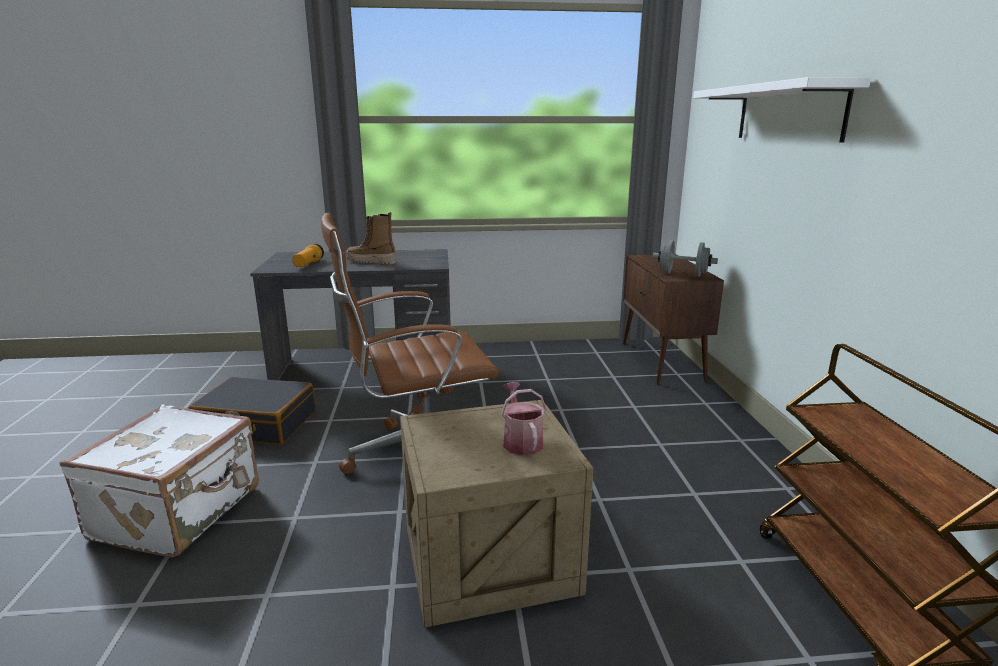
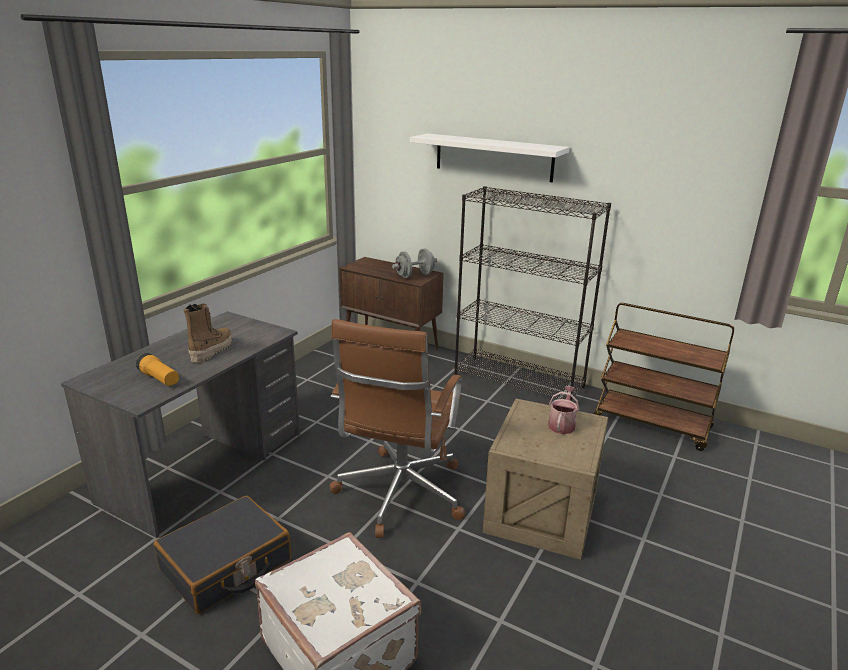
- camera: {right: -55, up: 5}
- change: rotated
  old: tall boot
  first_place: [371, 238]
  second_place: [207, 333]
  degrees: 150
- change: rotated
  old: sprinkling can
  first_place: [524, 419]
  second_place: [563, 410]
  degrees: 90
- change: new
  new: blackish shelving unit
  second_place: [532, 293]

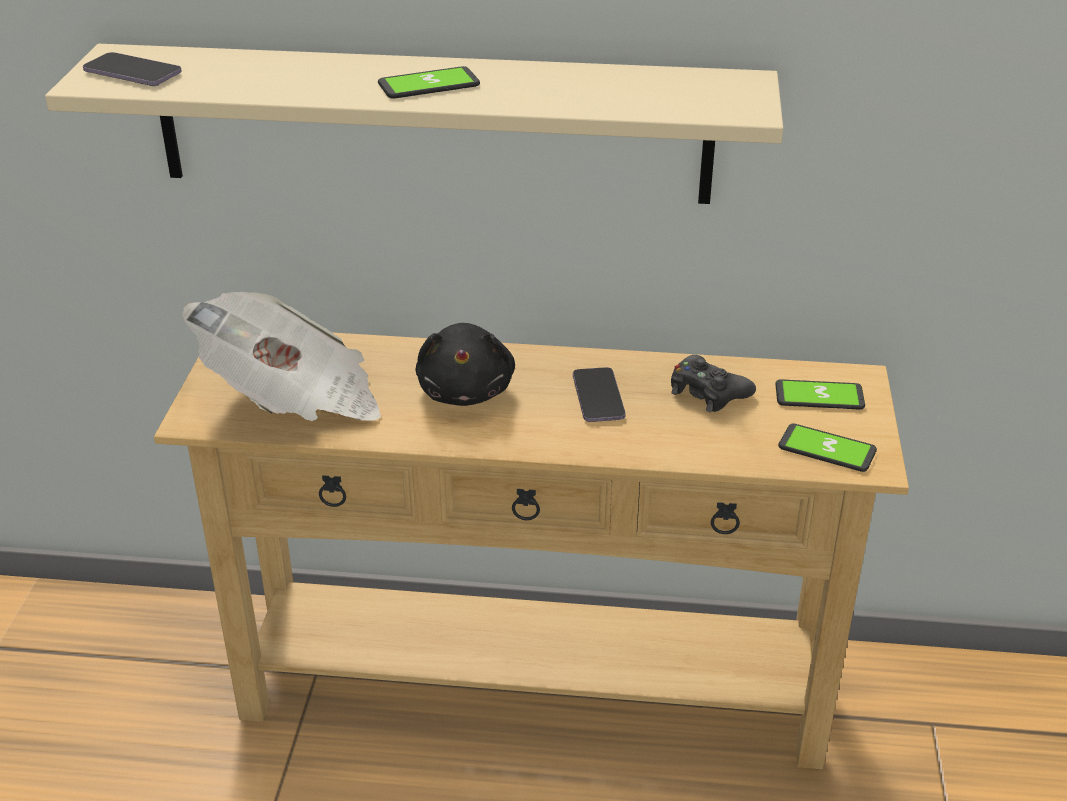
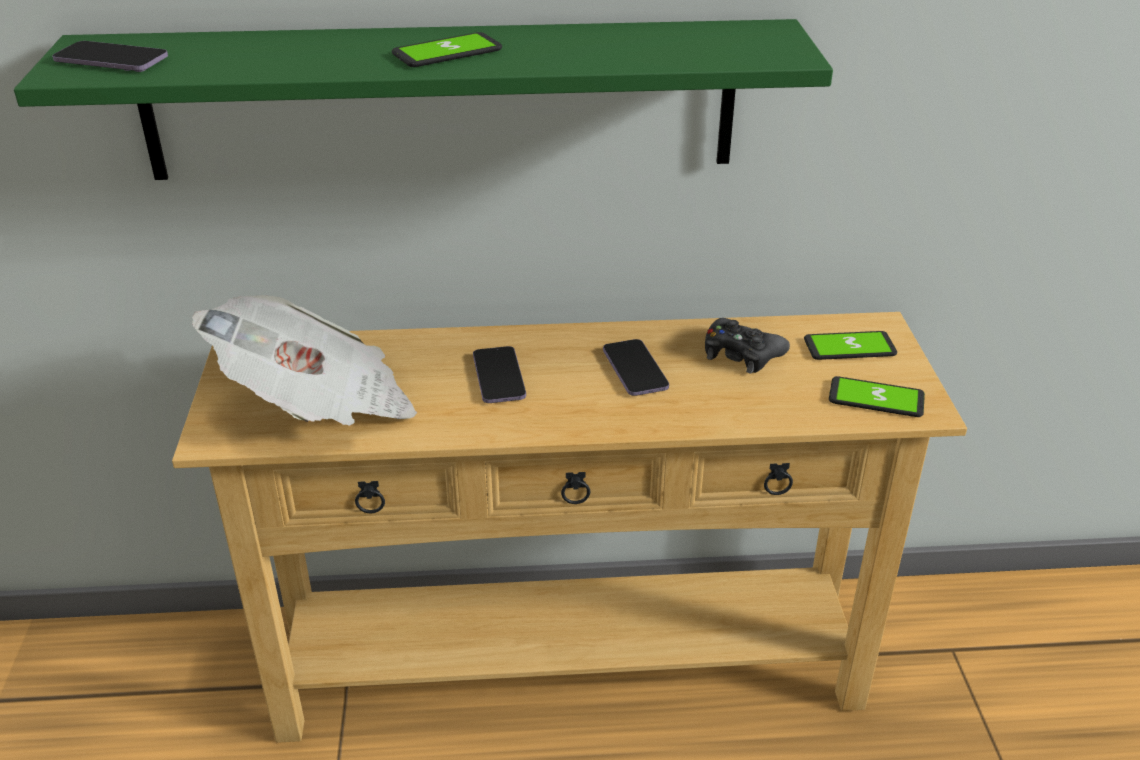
- camera: {right: -10, up: 0}
- change: repainted
  old: sand-coloured bracket shelf
  new: green bracket shelf
  first_place: [414, 124]
  second_place: [423, 99]
- change: swapped
  old: blackish plush toy
  new: handset
  first_place: [465, 364]
  second_place: [499, 374]

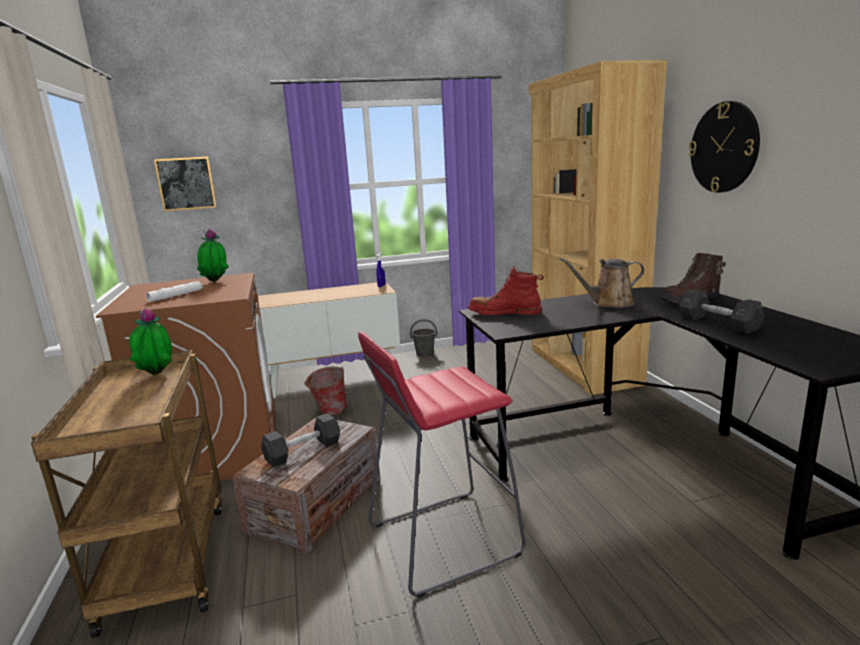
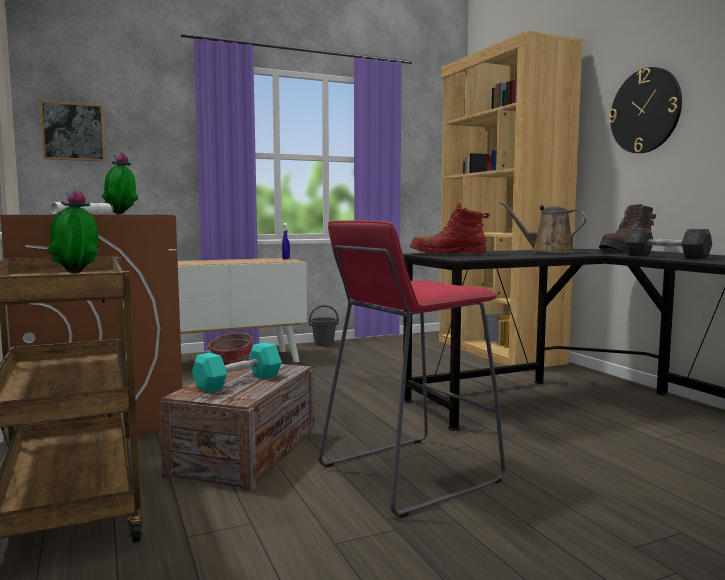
- camera: {right: -10, up: -10}
- change: repainted
  old: greyish hand weight
  new: turquoise hand weight
  first_place: [300, 440]
  second_place: [237, 367]
- change: rotated
  old: brown-coloured sprinkling can
  first_place: [602, 283]
  second_place: [543, 227]
  degrees: 45

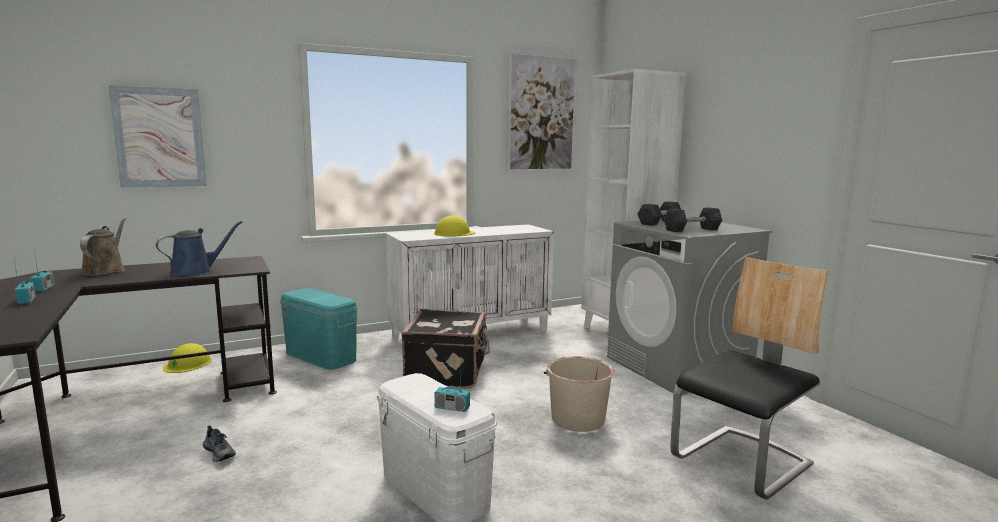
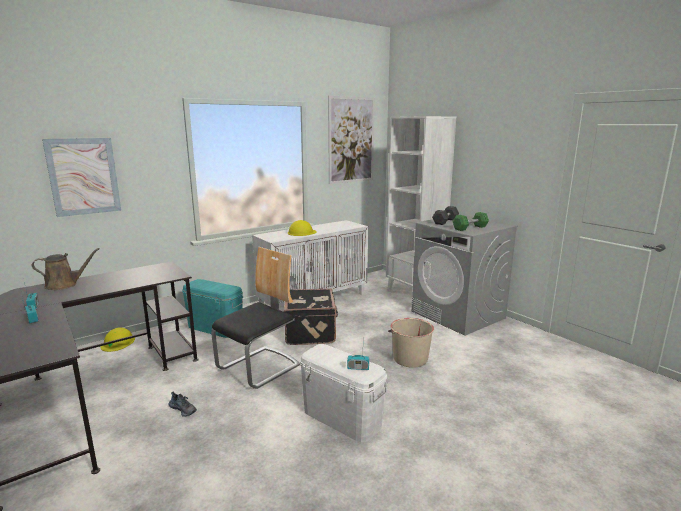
- camera: {right: -10, up: 5}
- change: rotated
  old: brown-coloured sprinkling can
  first_place: [103, 246]
  second_place: [66, 269]
  degrees: 90
- change: gone
  old: bluish sprinkling can
  first_place: [199, 248]
- change: repainted
  old: greyish hand weight
  new: green hand weight
  first_place: [693, 219]
  second_place: [471, 221]
- change: shifted
  old: chair
  first_place: [749, 378]
  second_place: [255, 318]

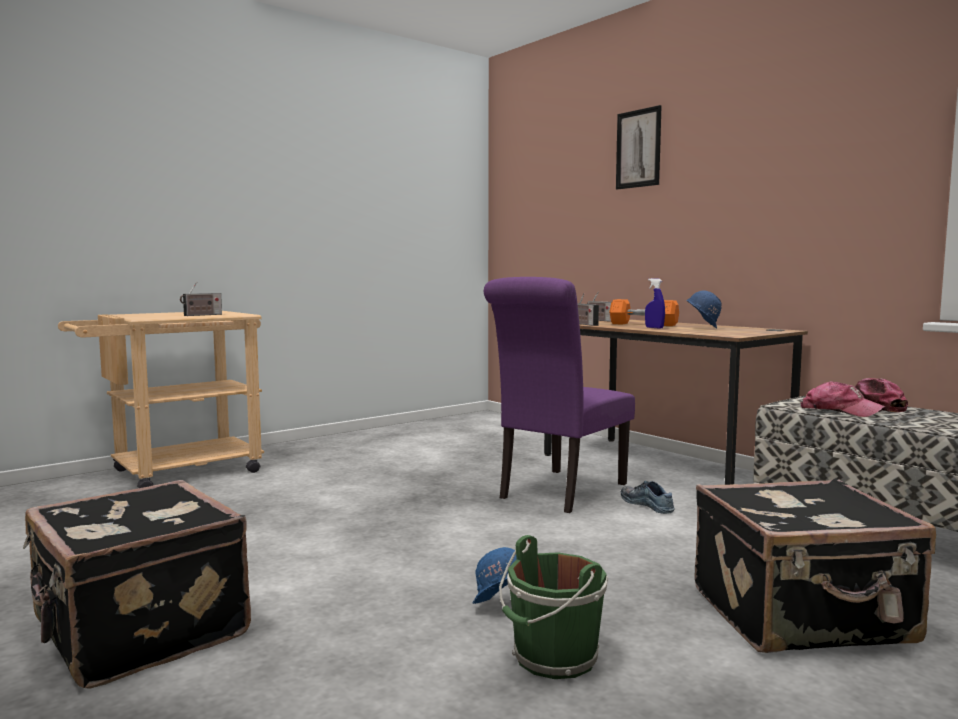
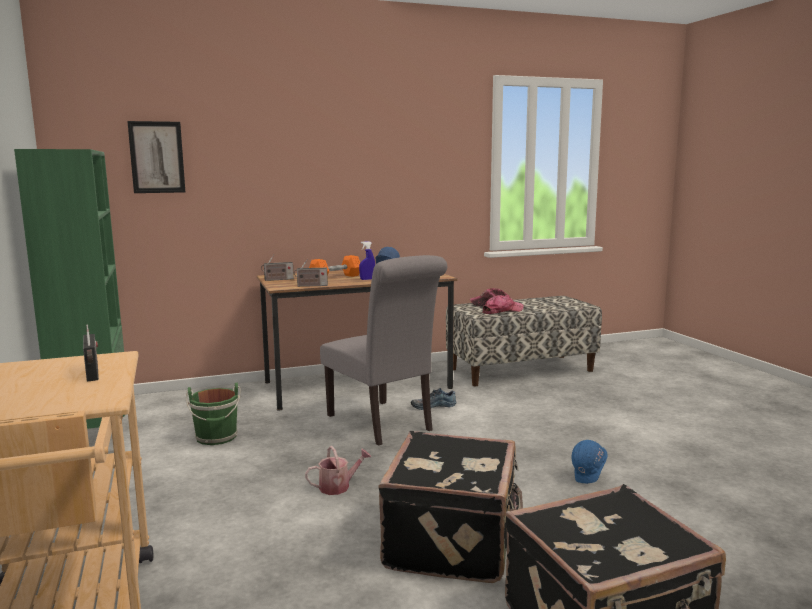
- camera: {right: -70, up: 5}
- change: repainted
  old: purple chair
  new: greyish chair
  first_place: [559, 395]
  second_place: [383, 350]
- change: shifted
  old: green bucket
  first_place: [553, 607]
  second_place: [213, 414]
- change: shifted
  old: picture
  first_place: [639, 147]
  second_place: [156, 157]
- change: shifted
  old: blackish suitcase
  first_place: [815, 565]
  second_place: [450, 507]
- change: new
  new: green shelving unit
  second_place: [69, 289]
- change: new
  new: sprinkling can
  second_place: [338, 470]

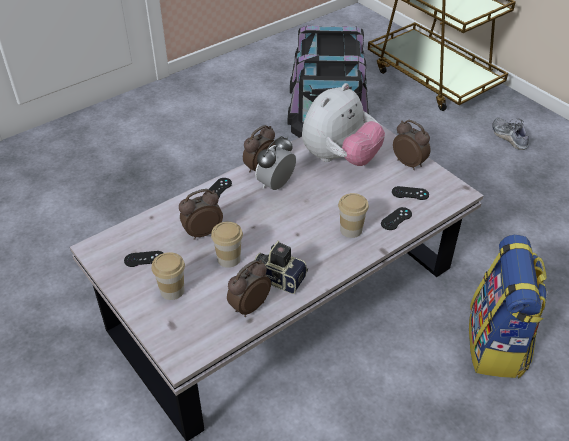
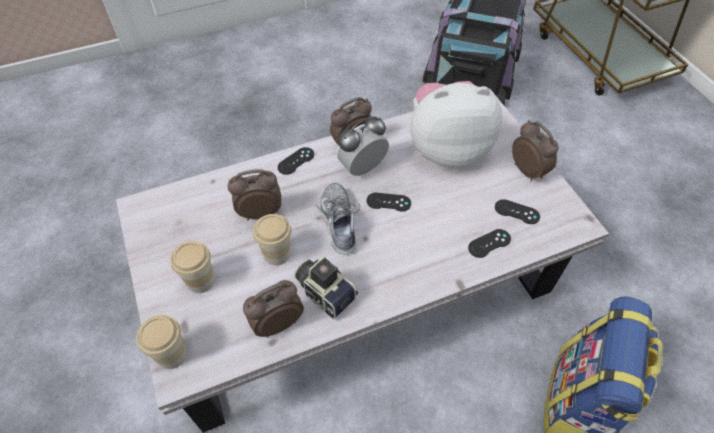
- camera: {right: 15, up: 10}
- change: shifted
  old: blackish gamepad
  first_place: [143, 259]
  second_place: [389, 202]
- change: rotated
  old: plush toy
  first_place: [343, 124]
  second_place: [457, 124]
  degrees: -150
- change: shifted
  old: drinking cup
  first_place: [353, 215]
  second_place: [161, 342]
- change: shifted
  old: low shoe
  first_place: [510, 134]
  second_place: [338, 219]

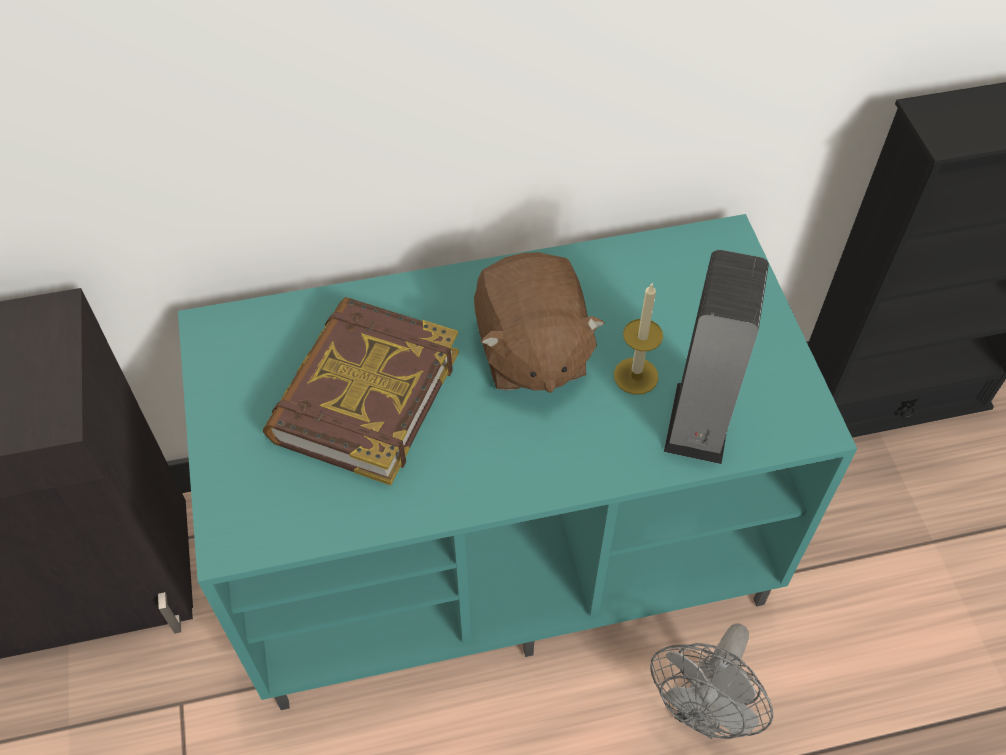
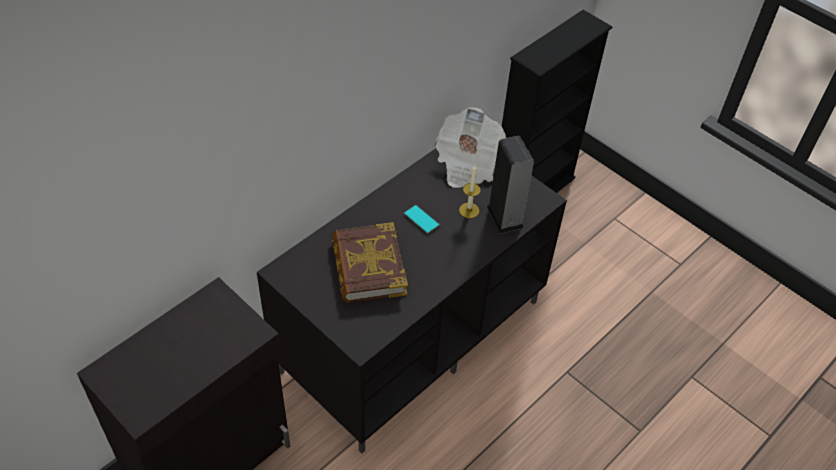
- camera: {right: -35, up: -5}
- change: repainted
  old: turquoise tv stand
  new: blackish tv stand
  first_place: [517, 462]
  second_place: [412, 300]
- change: swapped
  old: brown-coloured plush toy
  new: handset
  first_place: [539, 322]
  second_place: [422, 220]
- change: gone
  old: greyish cooling fan
  first_place: [711, 681]
- change: new
  new: printed paper
  second_place: [470, 147]

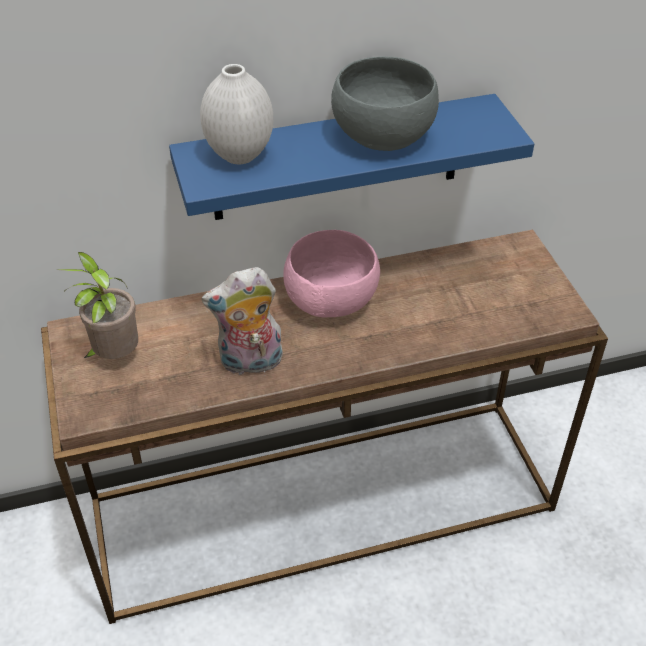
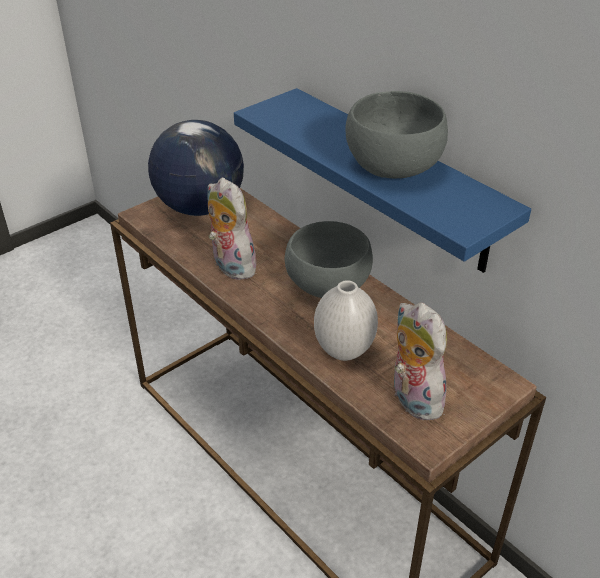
- camera: {right: 65, up: -5}
- change: swapped
  old: potted plant
  new: globe
  first_place: [97, 305]
  second_place: [196, 168]
- change: shifted
  old: white-coloured flower vase
  first_place: [236, 114]
  second_place: [346, 320]
- change: repainted
  old: pink-coloured serving bowl
  new: greyish serving bowl
  first_place: [331, 273]
  second_place: [329, 259]
- change: new
  new: plush toy
  second_place: [420, 361]

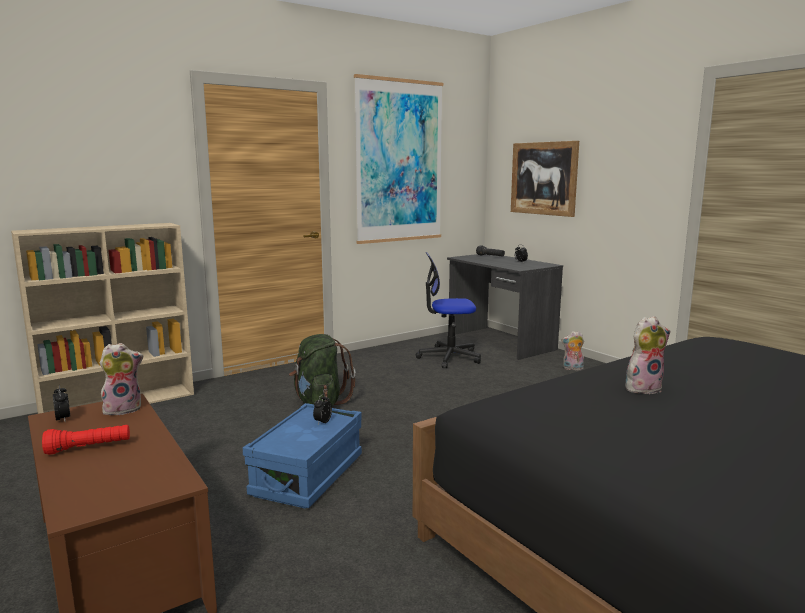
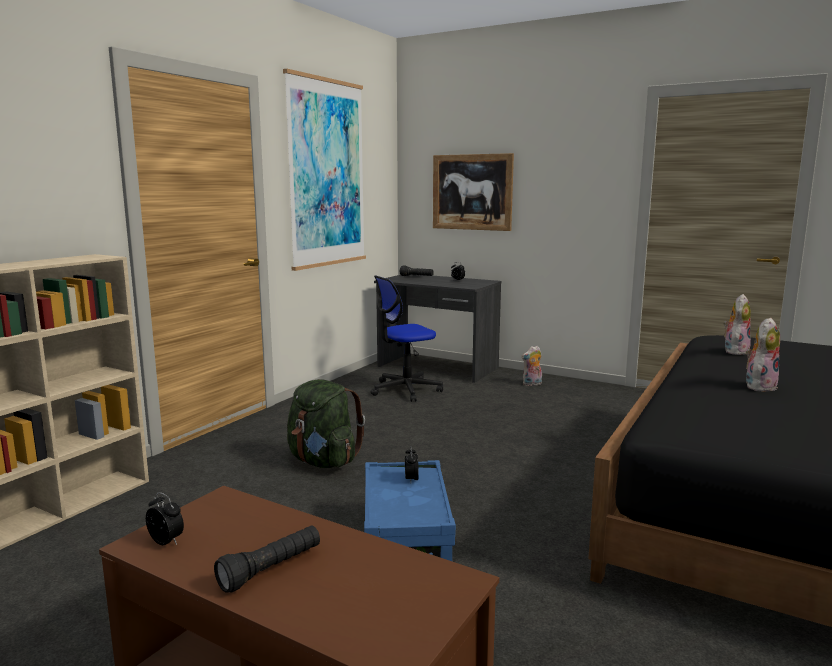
- camera: {right: -25, up: 0}
- change: repainted
  old: reddish flashlight
  new: blackish flashlight
  first_place: [86, 440]
  second_place: [267, 559]
- change: shifted
  old: plush toy
  first_place: [121, 380]
  second_place: [737, 324]

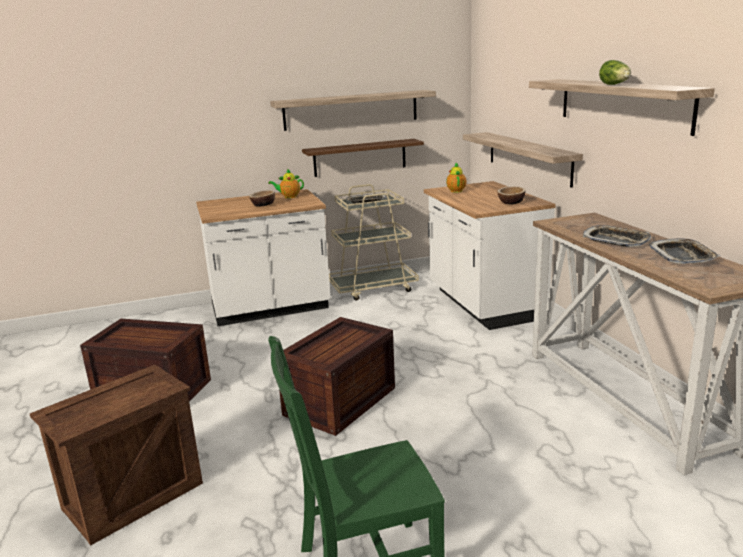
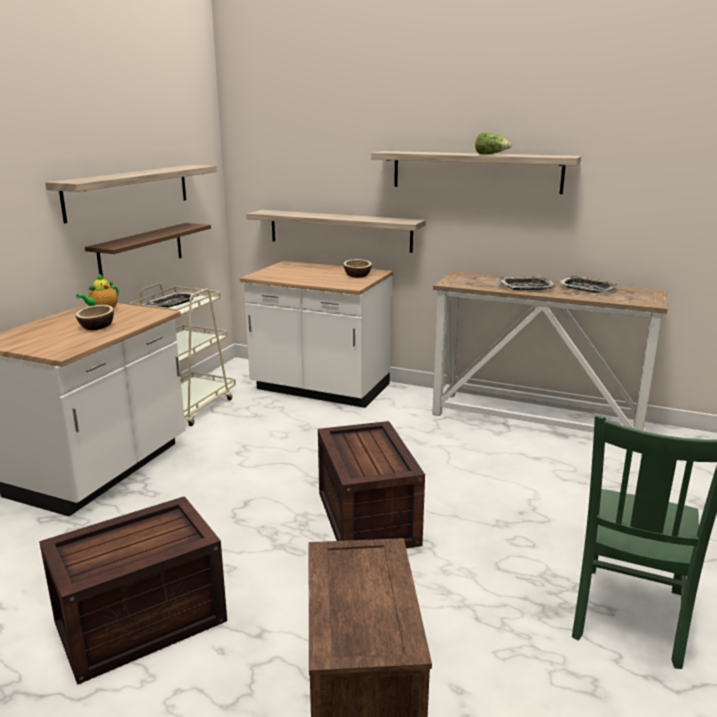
- camera: {right: -50, up: 0}
- change: gone
  old: tea pot
  first_place: [456, 177]

